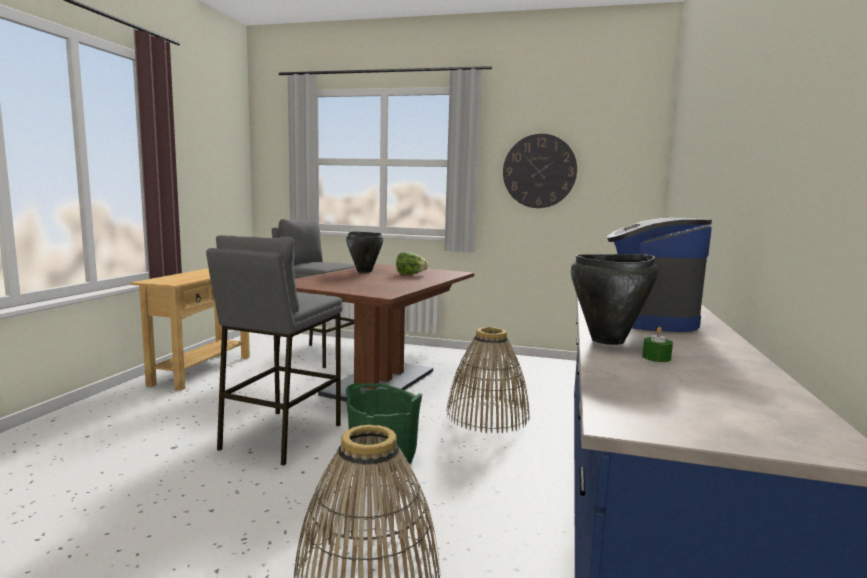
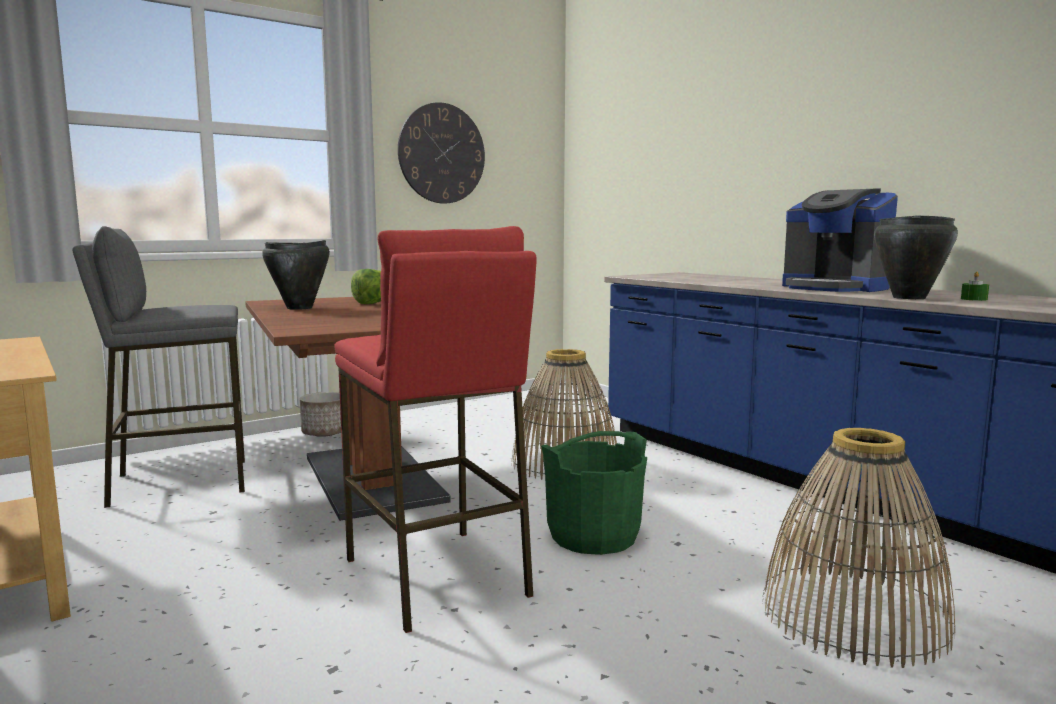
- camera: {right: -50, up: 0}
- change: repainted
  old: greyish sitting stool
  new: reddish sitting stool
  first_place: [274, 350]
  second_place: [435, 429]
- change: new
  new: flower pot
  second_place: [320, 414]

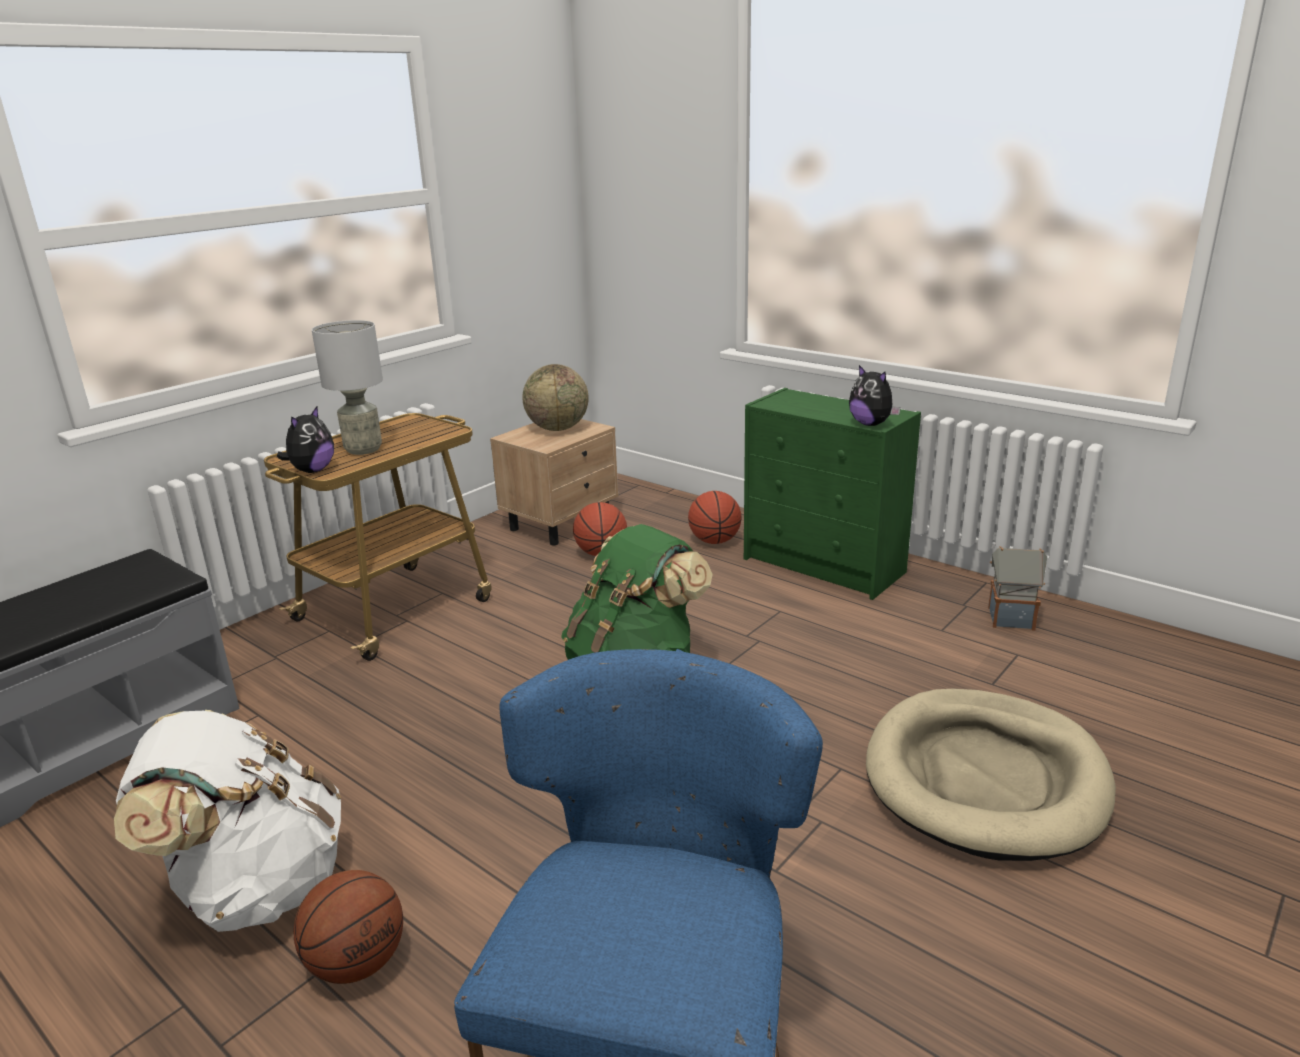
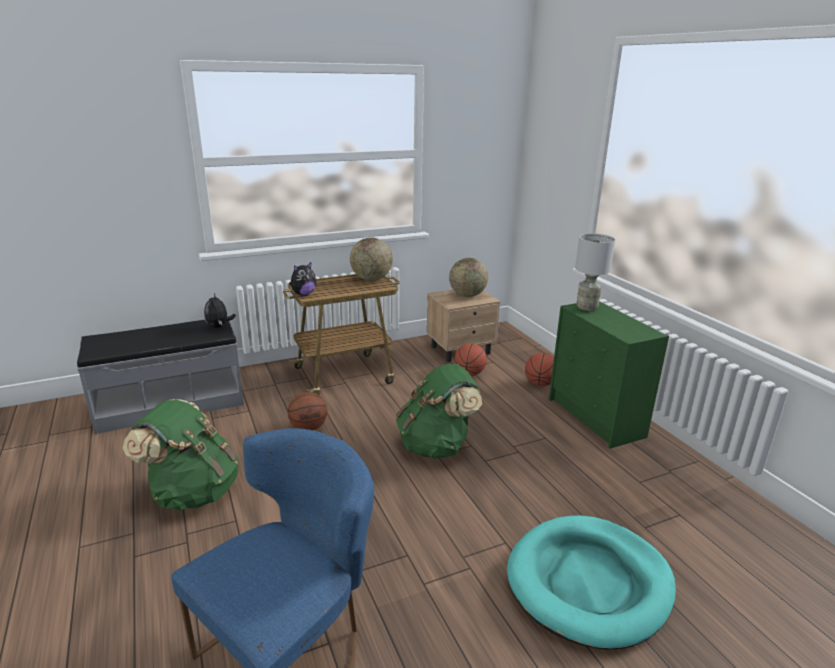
- camera: {right: 25, up: 0}
- change: repainted
  old: white-coloured backpack
  new: green backpack
  first_place: [227, 821]
  second_place: [181, 455]
- change: shifted
  old: basketball
  first_place: [348, 927]
  second_place: [307, 411]
- change: shifted
  old: greyish table lamp
  first_place: [347, 387]
  second_place: [595, 272]
- change: shifted
  old: plush toy
  first_place: [875, 395]
  second_place: [220, 310]
- change: repainted
  old: sand-coloured dog cushion
  new: turquoise dog cushion
  first_place: [991, 775]
  second_place: [591, 582]
- change: gone
  old: toy house
  first_place: [1017, 588]
- change: new
  new: globe
  second_place: [371, 259]

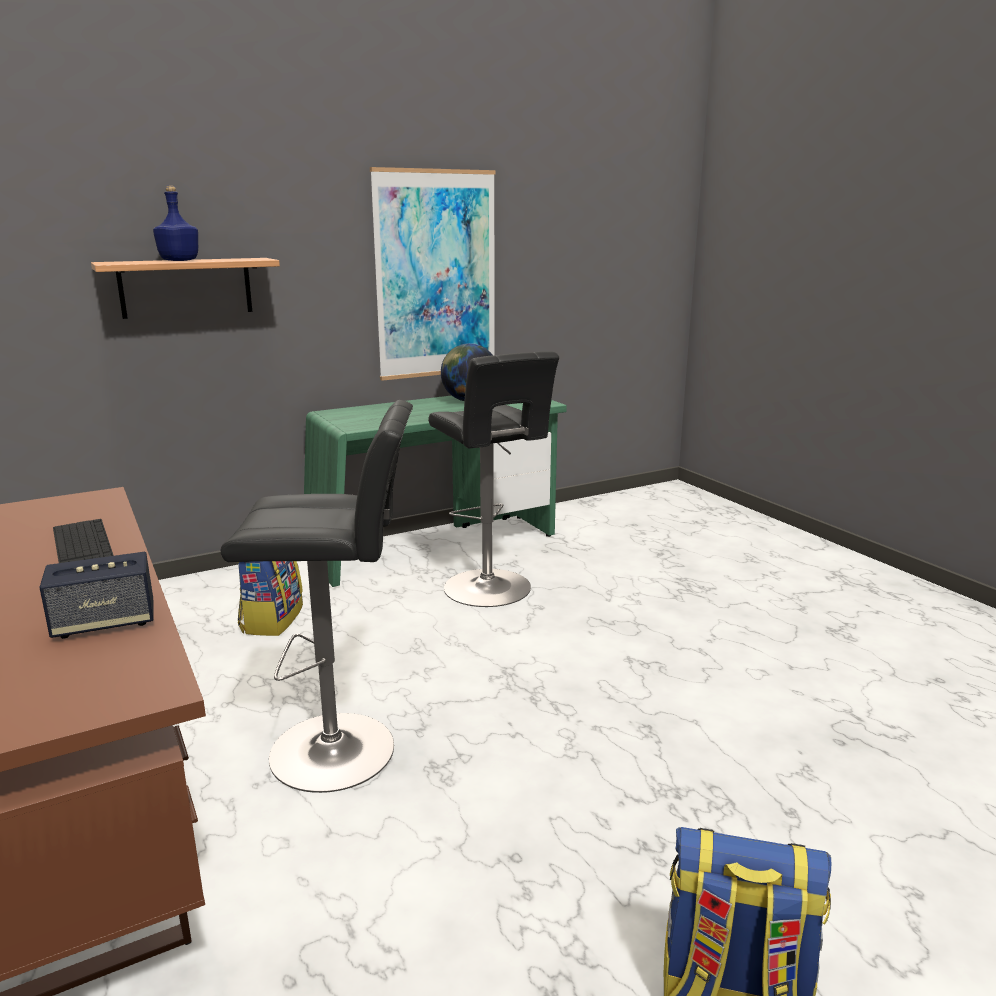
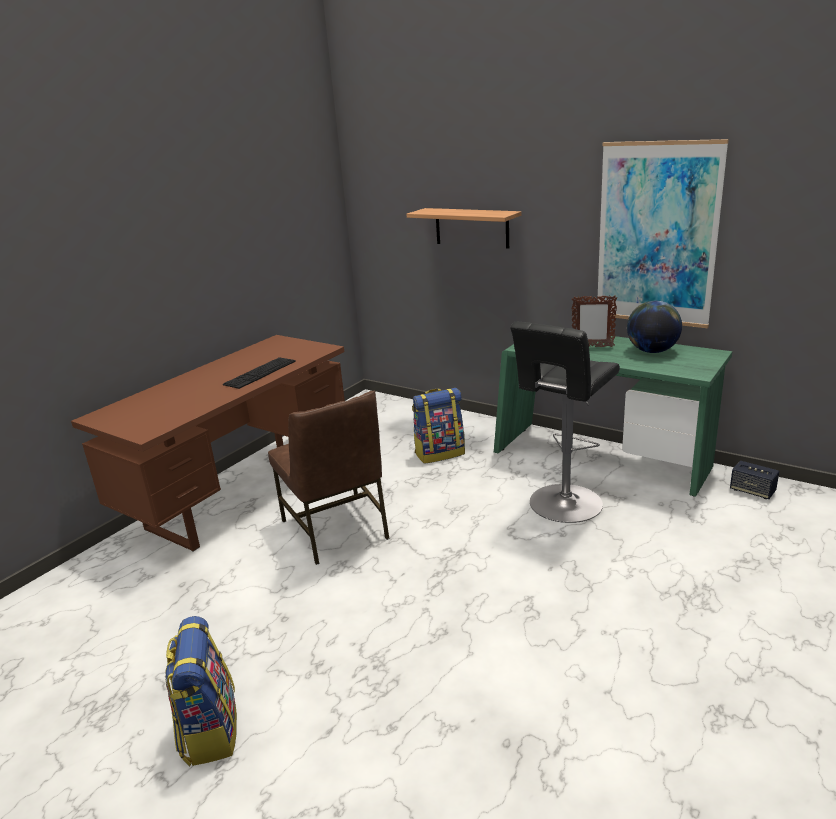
- camera: {right: 65, up: 5}
- change: shifted
  old: speaker
  first_place: [96, 595]
  second_place: [754, 480]
- change: gone
  old: bluish beverage bottle
  first_place: [175, 223]
- change: swapped
  old: blackish sitting stool
  new: brown-coloured chair
  first_place: [317, 596]
  second_place: [329, 478]
- change: new
  new: picture frame
  second_place: [594, 321]

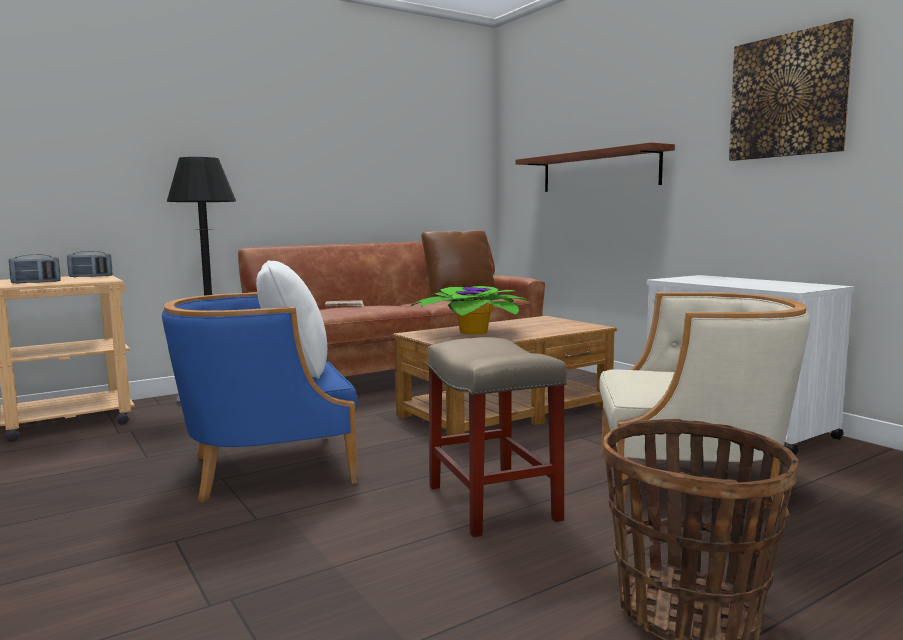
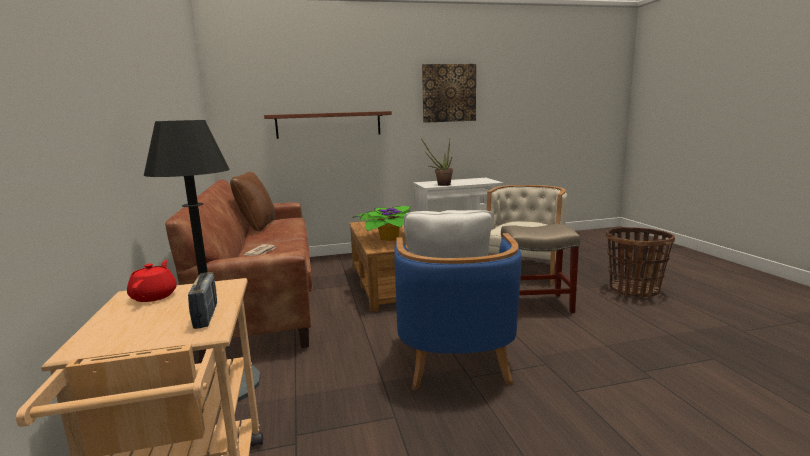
- camera: {right: -70, up: 5}
- change: swapped
  old: radio set
  new: reddish tea pot
  first_place: [89, 264]
  second_place: [152, 281]
- change: new
  new: potted plant
  second_place: [437, 162]

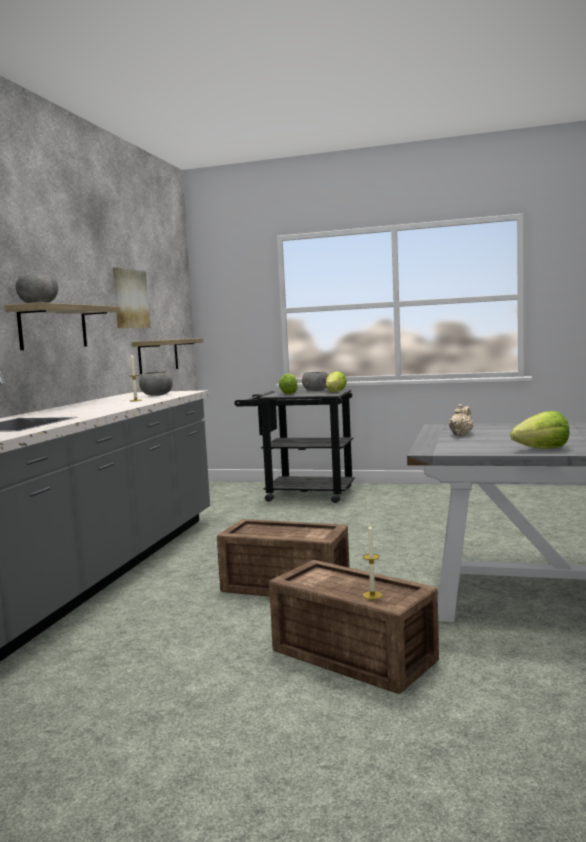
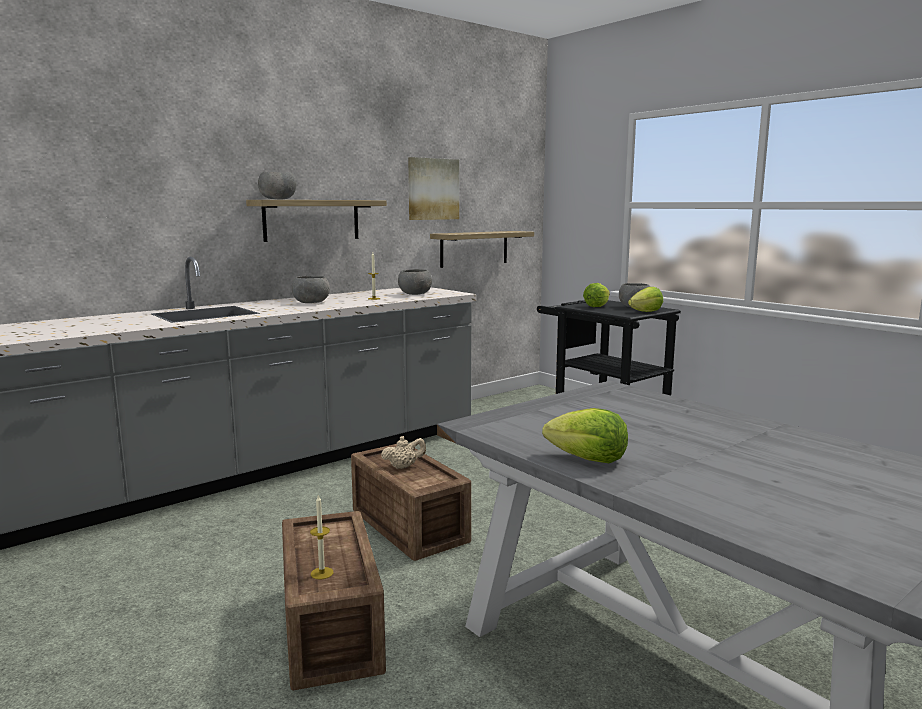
- camera: {right: 35, up: 5}
- change: shifted
  old: sand-coloured tea pot
  first_place: [461, 419]
  second_place: [403, 452]
- change: new
  new: greyish serving bowl
  second_place: [311, 289]

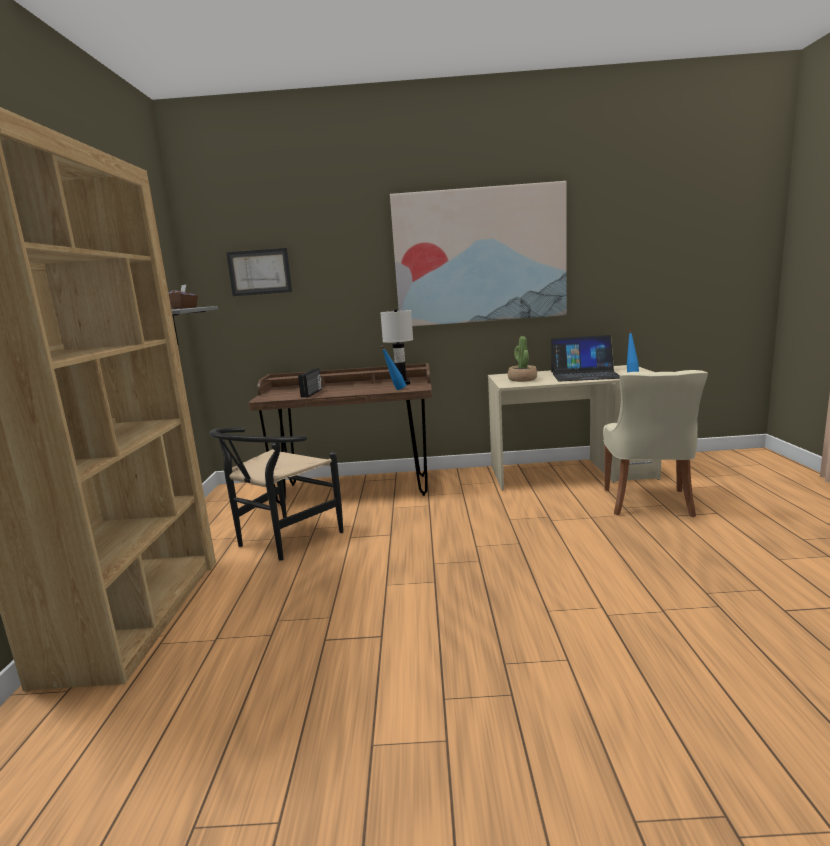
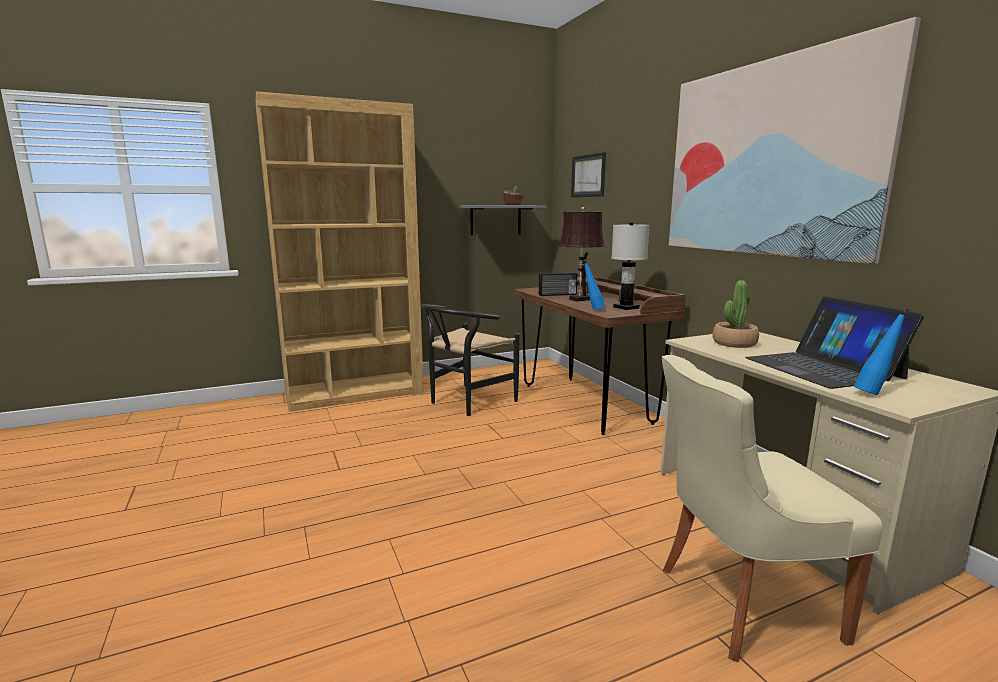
- camera: {right: 65, up: 0}
- change: rotated
  old: blackish chair
  first_place: [276, 494]
  second_place: [470, 360]
  degrees: -60
- change: new
  new: brown-coloured table lamp
  second_place: [582, 254]

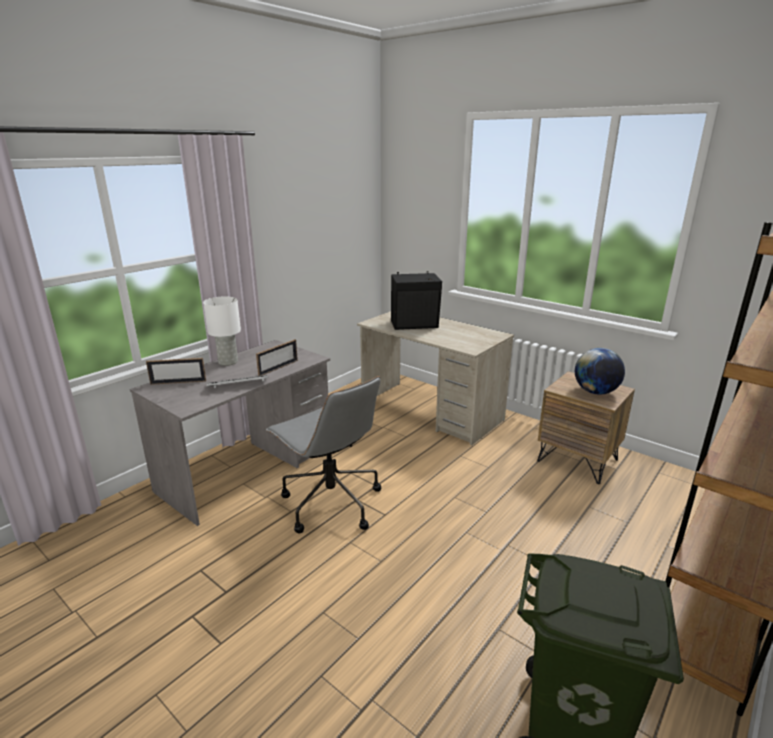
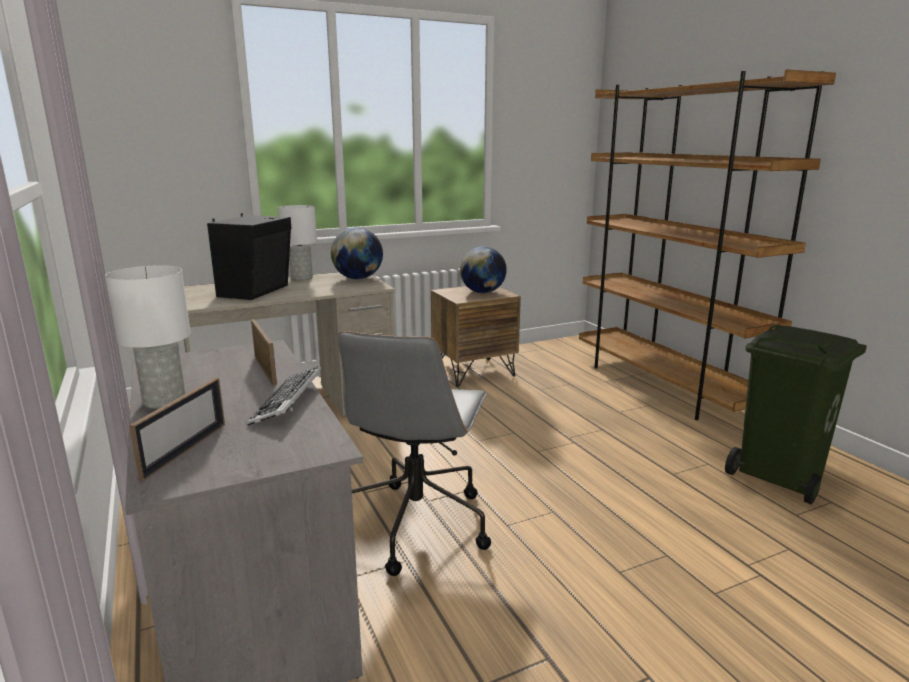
- camera: {right: -65, up: -5}
- change: rotated
  old: greyish desk chair
  first_place: [323, 455]
  second_place: [414, 453]
  degrees: 120
- change: new
  new: white-coloured table lamp
  second_place: [297, 242]
- change: new
  new: globe
  second_place: [357, 253]

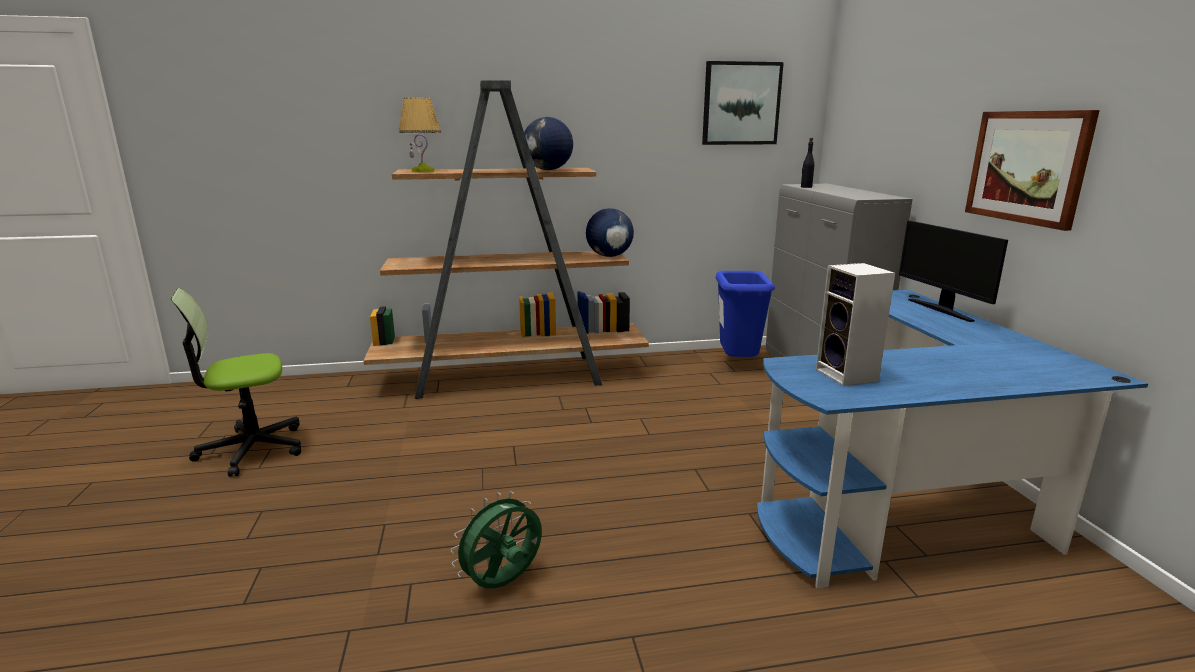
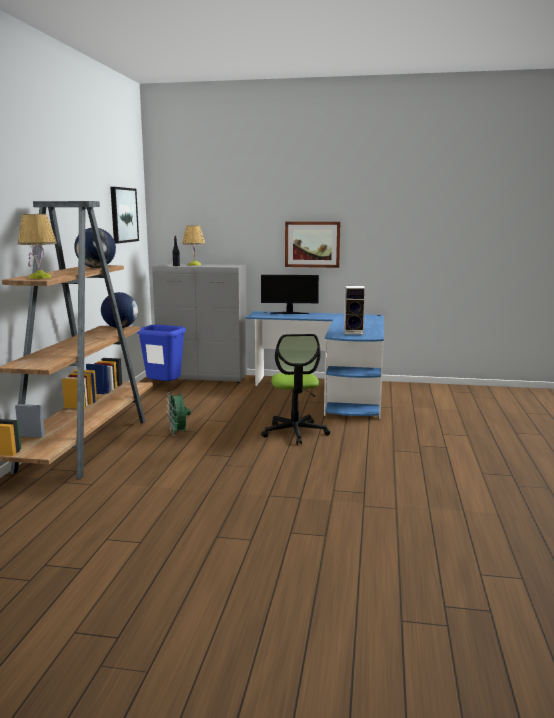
- camera: {right: -70, up: -5}
- change: shifted
  old: desk chair
  first_place: [236, 382]
  second_place: [296, 389]
- change: shifted
  old: green cooling fan
  first_place: [496, 540]
  second_place: [178, 414]
- change: new
  new: table lamp
  second_place: [193, 245]

